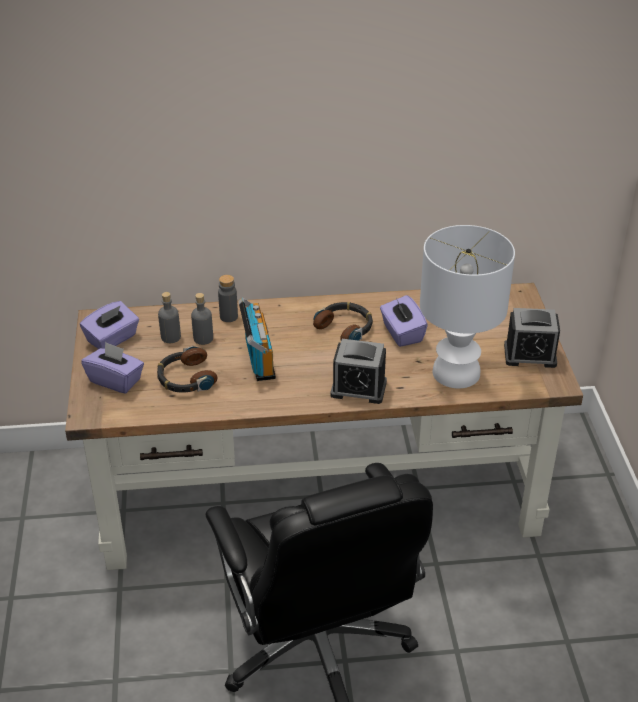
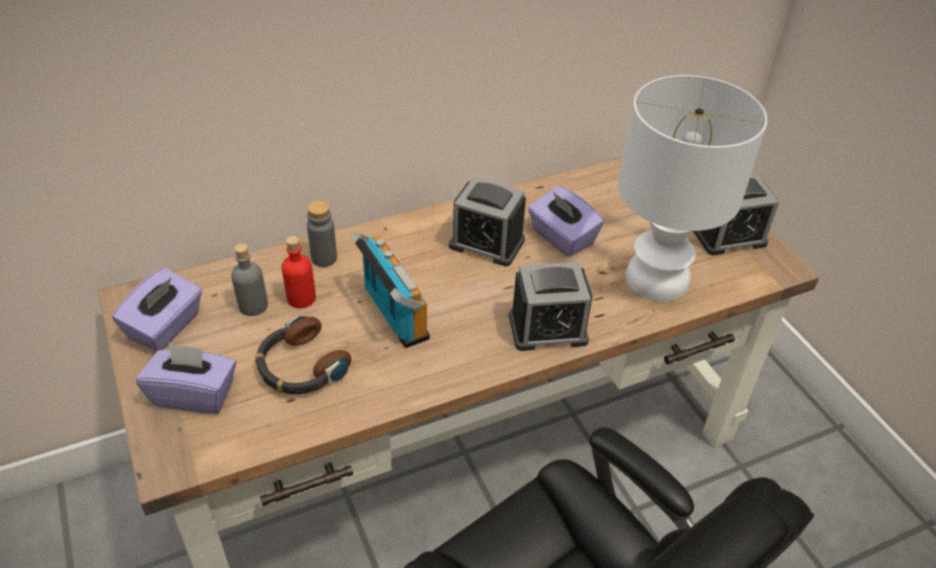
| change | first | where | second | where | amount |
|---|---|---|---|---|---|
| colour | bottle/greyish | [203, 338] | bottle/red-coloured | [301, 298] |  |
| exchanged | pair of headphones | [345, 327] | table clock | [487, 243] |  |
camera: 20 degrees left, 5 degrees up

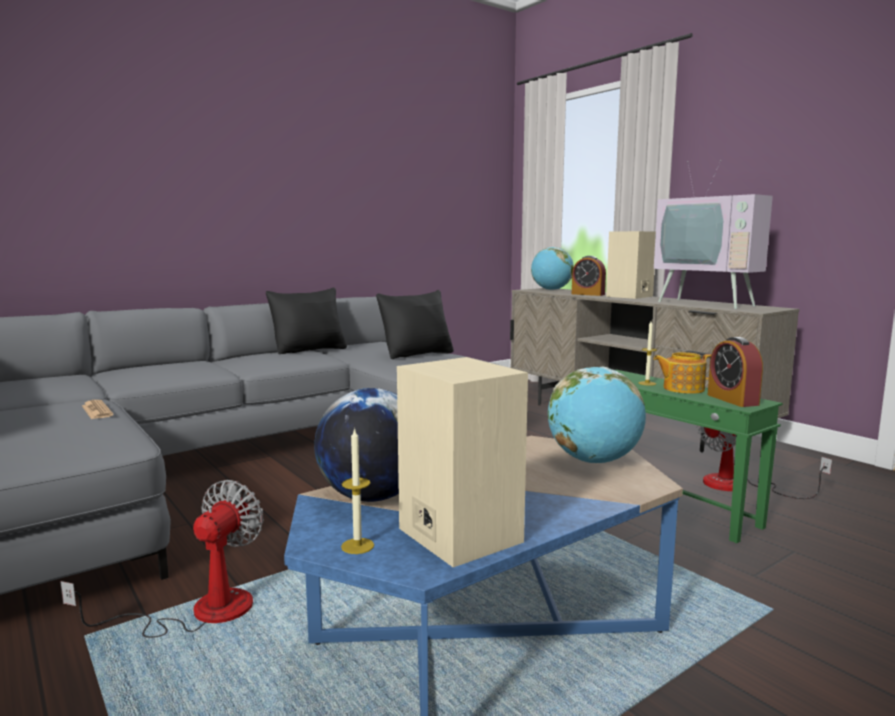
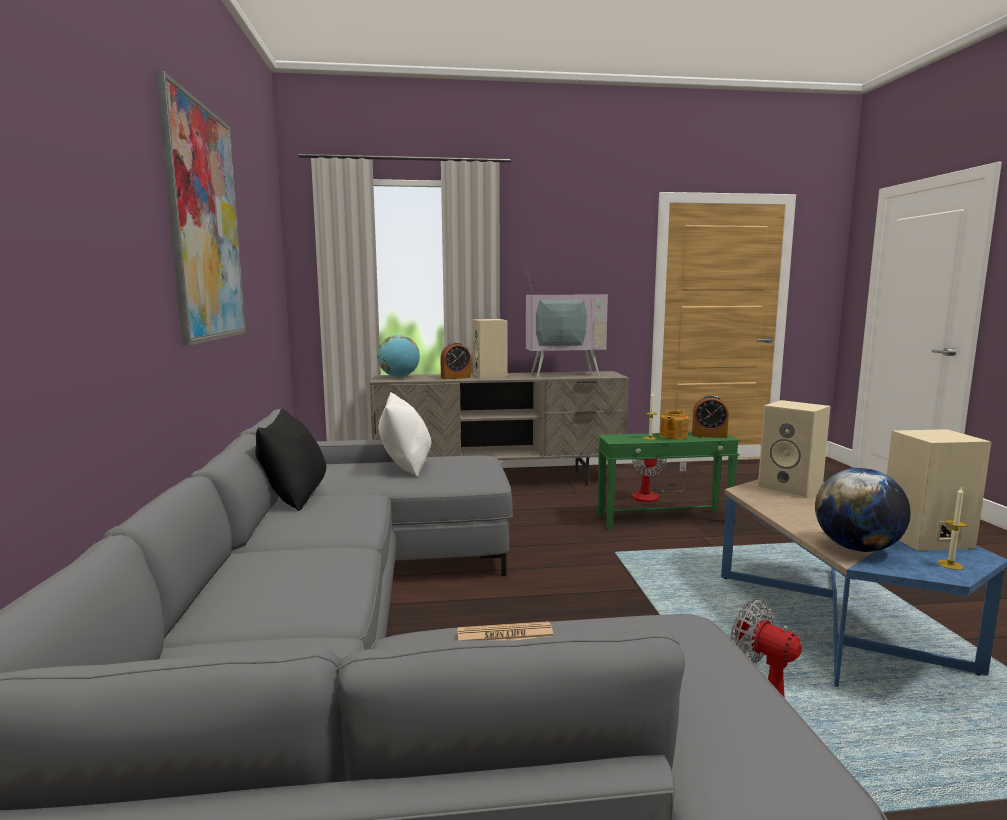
| change | first | where | second | where | amount |
|---|---|---|---|---|---|
| appeared |  |  | picture | [205, 224] |  |
| colour | throw pillow/blackish | [417, 354] | throw pillow/white | [406, 466] |  |
| exchanged | world globe | [594, 461] | speaker/beige-coloured | [792, 488] |  |
camera: 60 degrees left, 0 degrees up

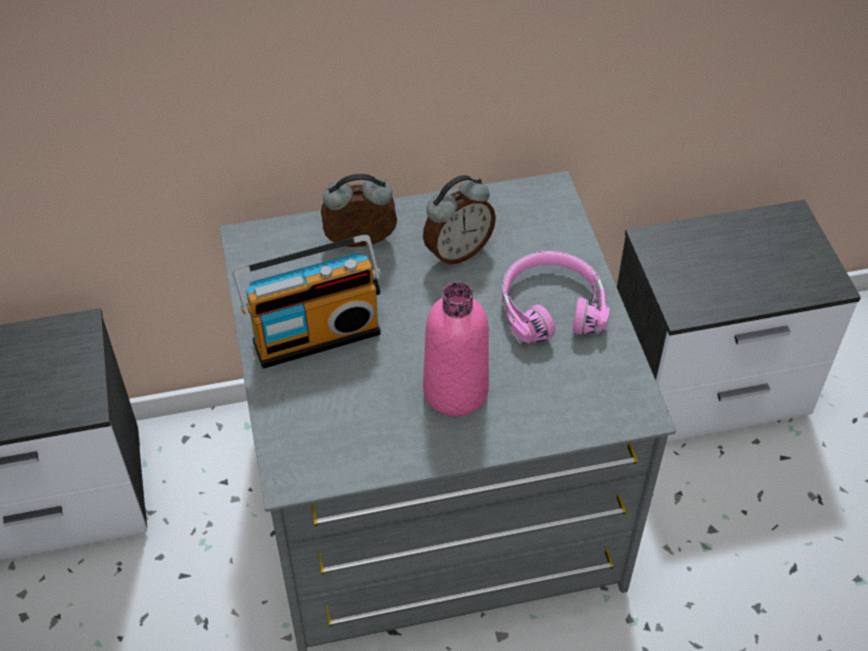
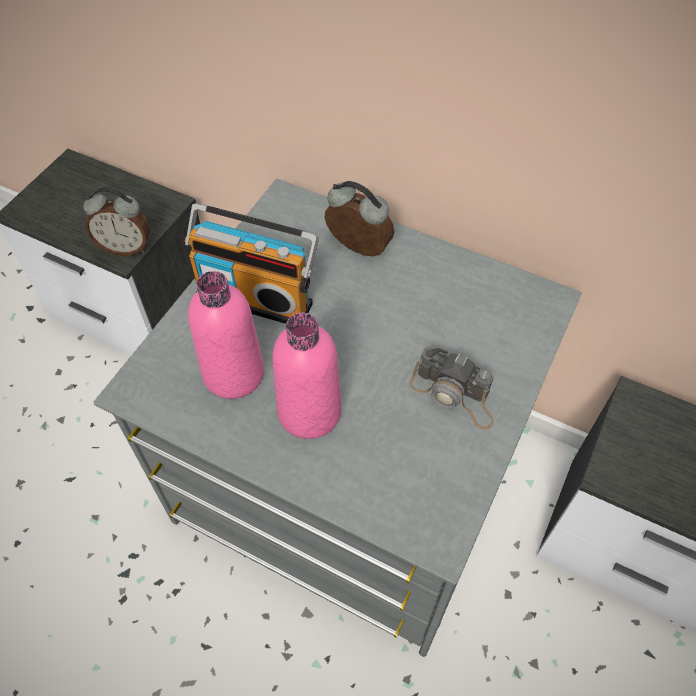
| change | first | where | second | where | amount |
|---|---|---|---|---|---|
| relocated | table clock | [457, 251] |  | [126, 247] |  |
| appeared |  |  | bottle/pinkish | [233, 373] |  |
| exchanged | pair of headphones/pinkish | [550, 306] | photo camera | [454, 395] |  |
camera: 40 degrees right, 5 degrees up

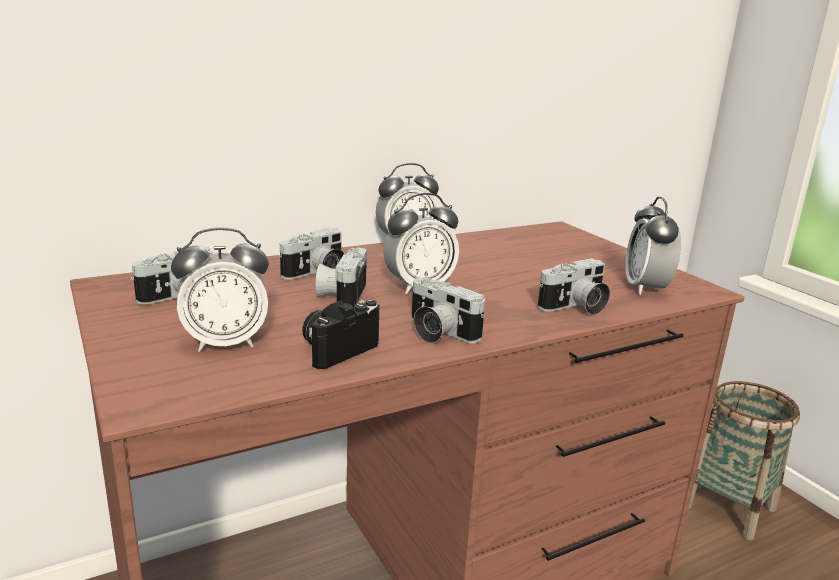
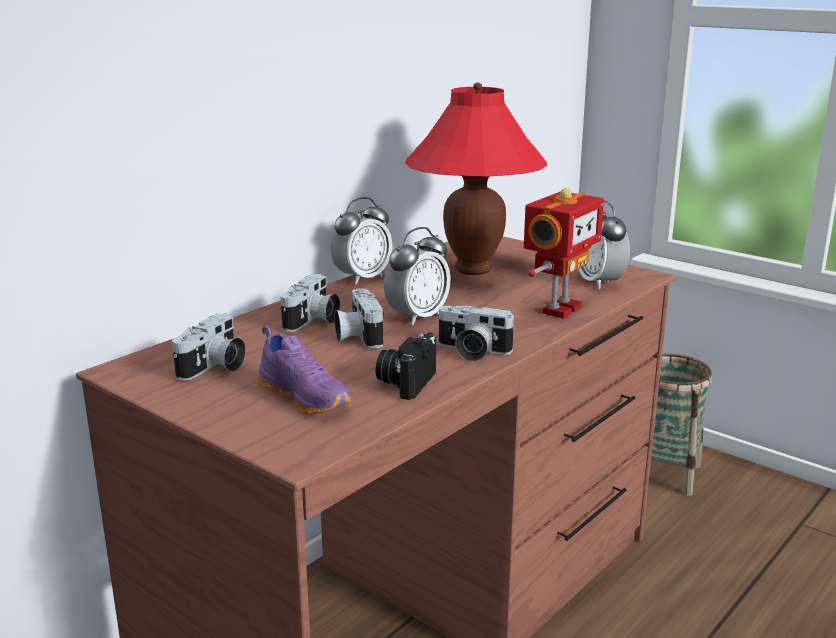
| change | first | where | second | where | amount |
|---|---|---|---|---|---|
| exchanged | table clock | [225, 343] | shoe/purple | [306, 396] |  |
| appeared |  |  | tabletop lamp/red-coloured | [472, 269] |  |
| exchanged | photo camera | [575, 307] | model robot | [559, 309] |  |
camera: 20 degrees left, 0 degrees up

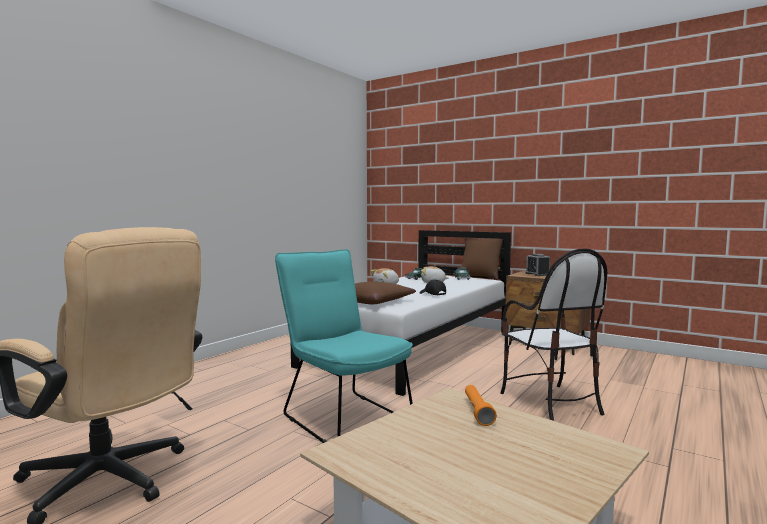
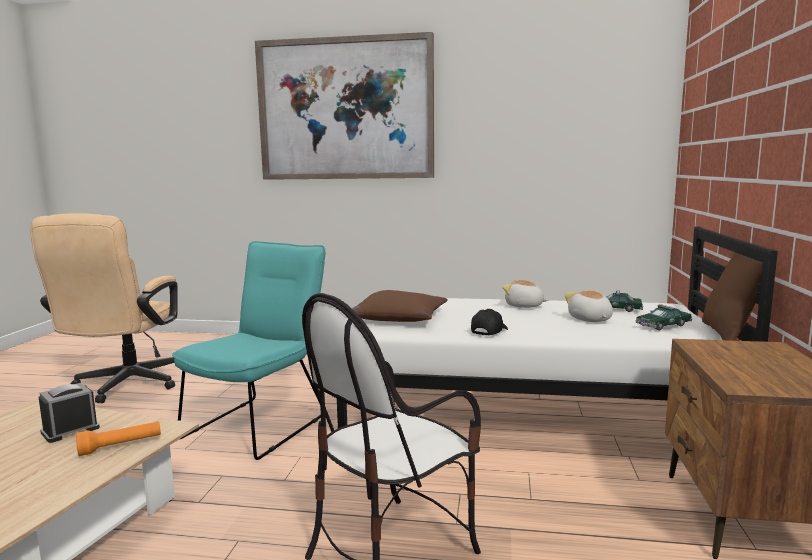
| change | first | where | second | where | amount |
|---|---|---|---|---|---|
| relocated | table clock | [537, 274] |  | [70, 430] |  |
| appeared |  |  | picture | [346, 110] |  |
camera: 65 degrees right, 5 degrees up

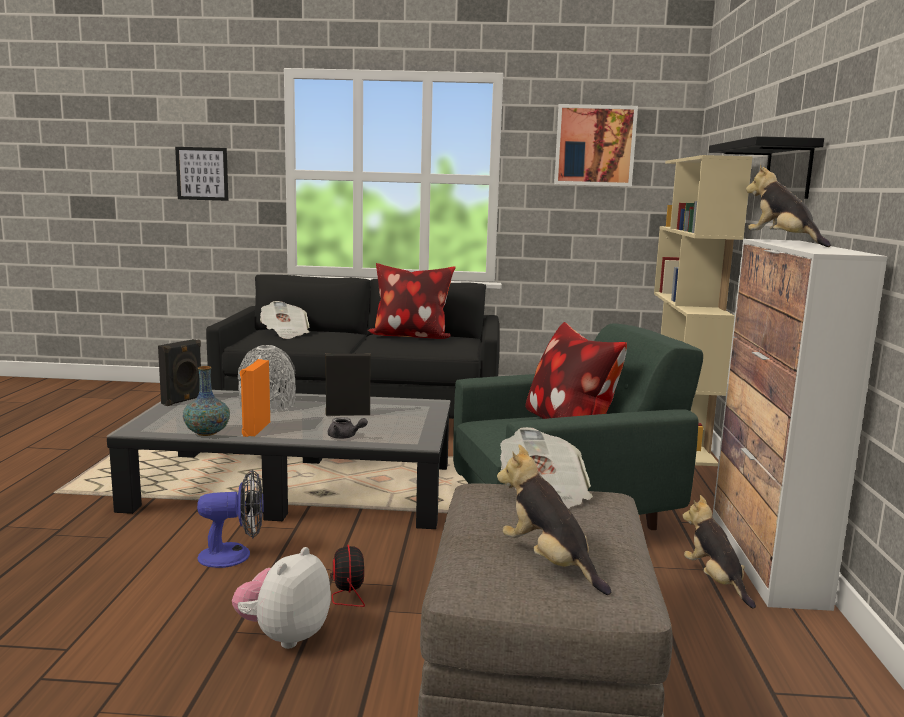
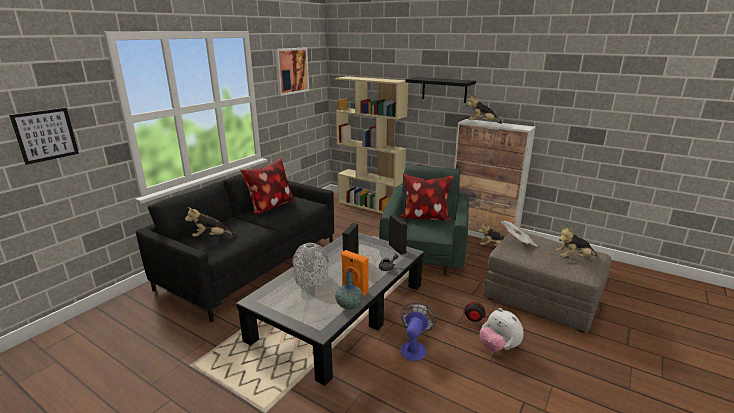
| change | first | where | second | where | amount |
|---|---|---|---|---|---|
| exchanged | daily paper | [285, 333] | soft toy | [212, 237] |  |
| relocated | speaker/blackish | [183, 401] |  | [398, 249] |  |
camera: 60 degrees left, 10 degrees up

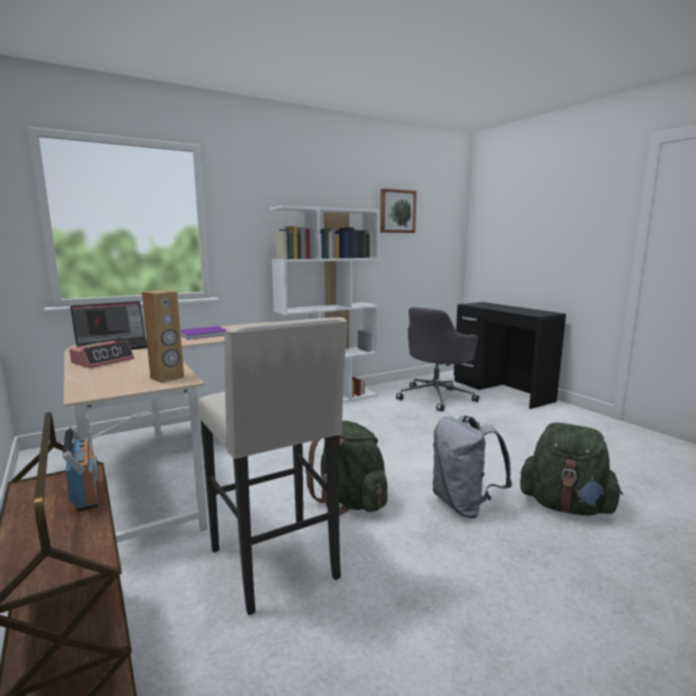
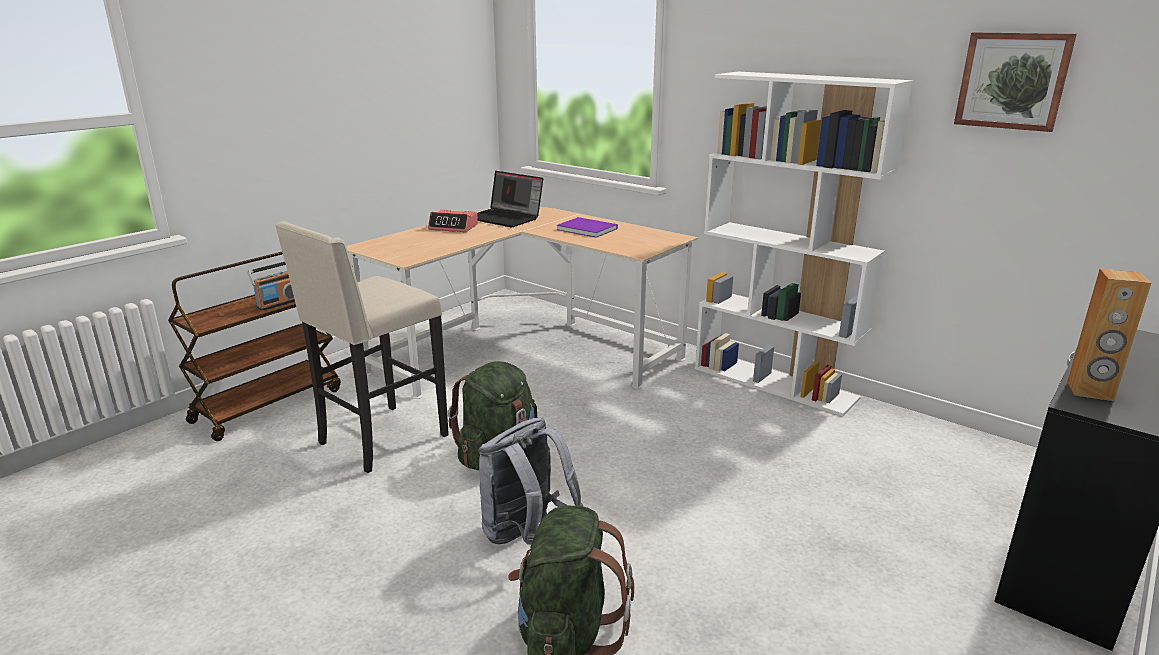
| change | first | where | second | where | amount |
|---|---|---|---|---|---|
| relocated | speaker/brownish | [167, 378] |  | [1090, 391] |  |
| missing | desk chair/greyish | [436, 397] |  |  |  |
camera: 70 degrees right, 10 degrees up

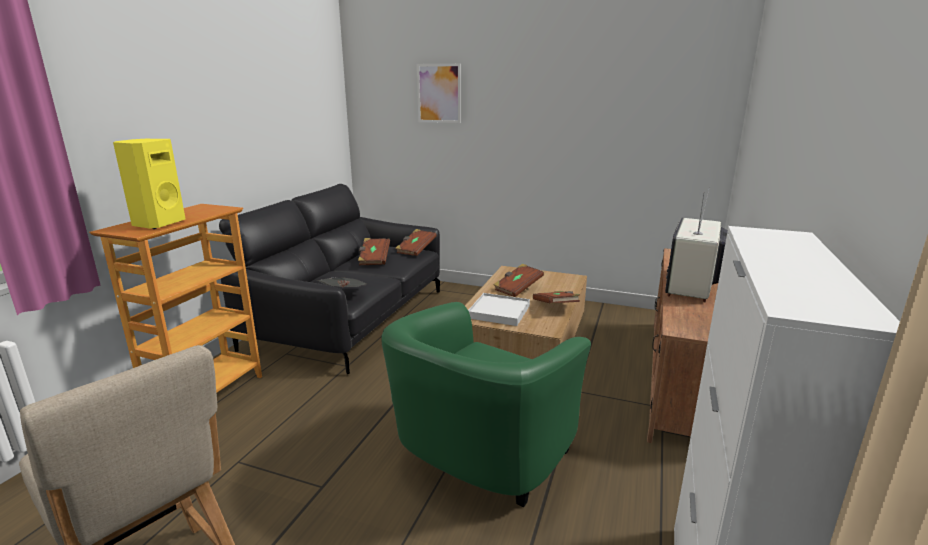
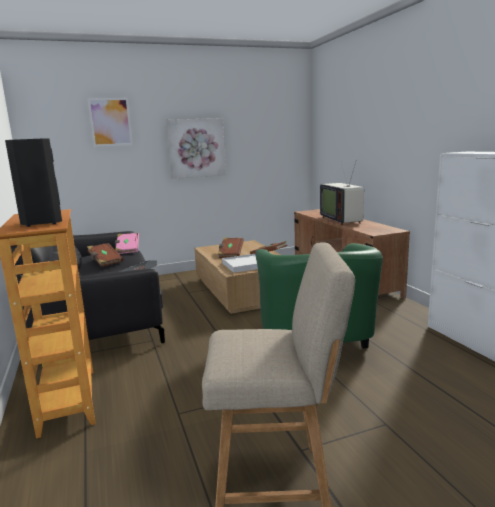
| change | first | where | second | where | amount |
|---|---|---|---|---|---|
| colour | speaker/yellow | [158, 224] | speaker/blackish | [41, 223] |  |
| colour | bound book/brownish | [415, 250] | bound book/pinkish | [127, 250] |  |
| appeared |  |  | picture | [196, 148] |  |
camera: 40 degrees left, 5 degrees down

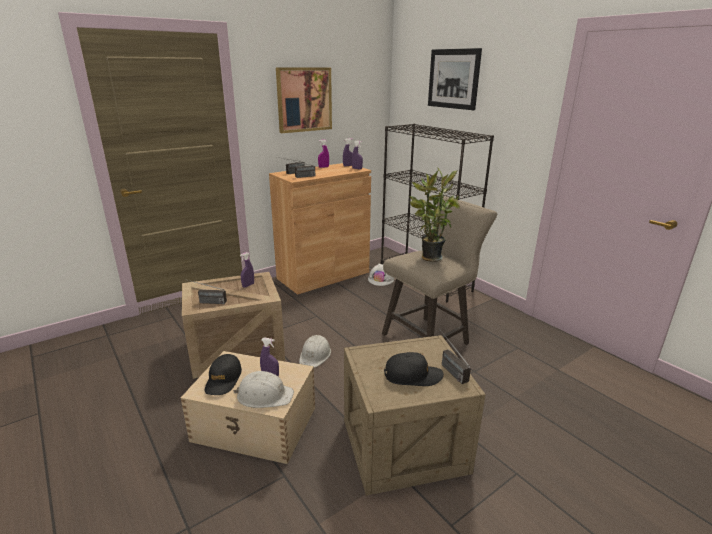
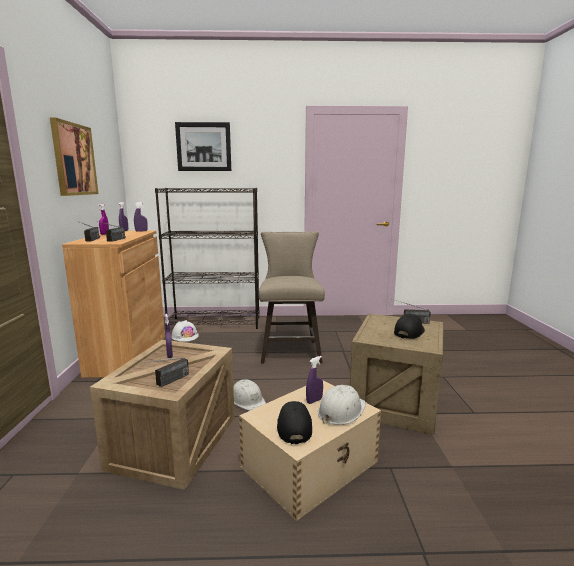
| change | first | where | second | where | amount |
|---|---|---|---|---|---|
| spun | baseball cap/blackish | [223, 380] |  | [294, 426] | 135 degrees counterclockwise |
| missing | plant in a pot | [429, 257] |  |  |  |
camera: 55 degrees left, 10 degrees down

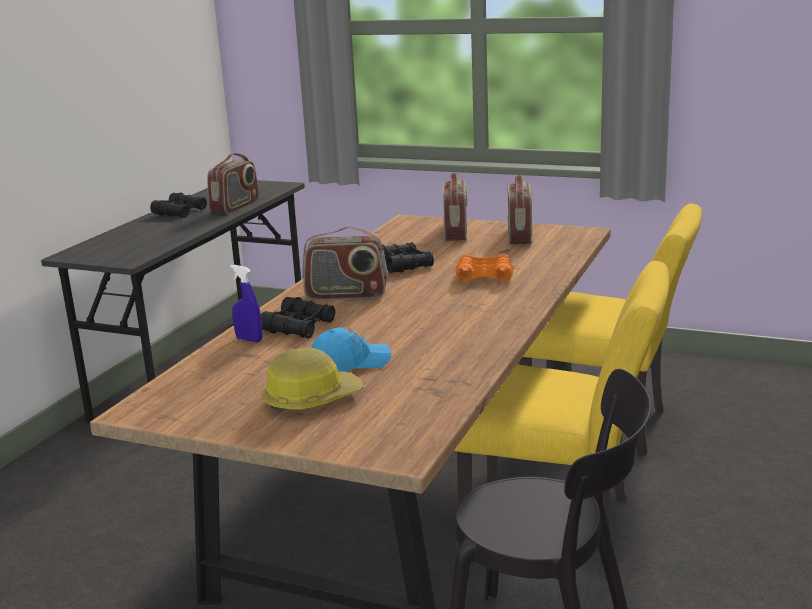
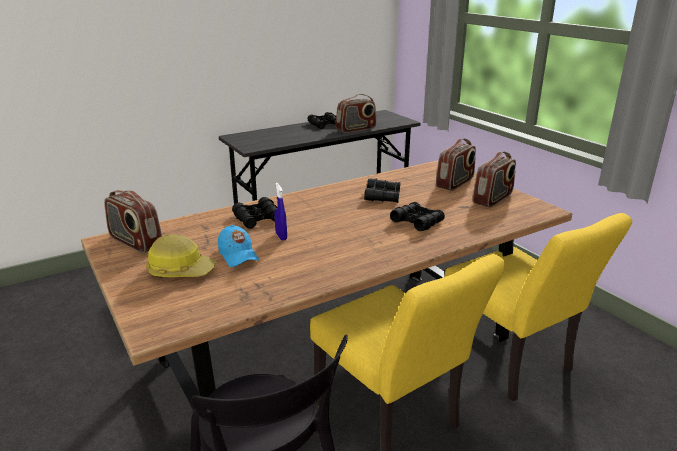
| change | first | where | second | where | amount |
|---|---|---|---|---|---|
| relocated | radio receiver | [346, 295] |  | [135, 242] |  |
| spun | baseball cap/blue | [351, 364] |  | [238, 255] | 45 degrees clockwise |
| relocated | hand sprayer/blue | [249, 340] |  | [281, 236] |  |
| colour | field glasses/orange | [484, 276] | field glasses/blackish | [417, 222] |  |
camera: 35 degrees right, 5 degrees up

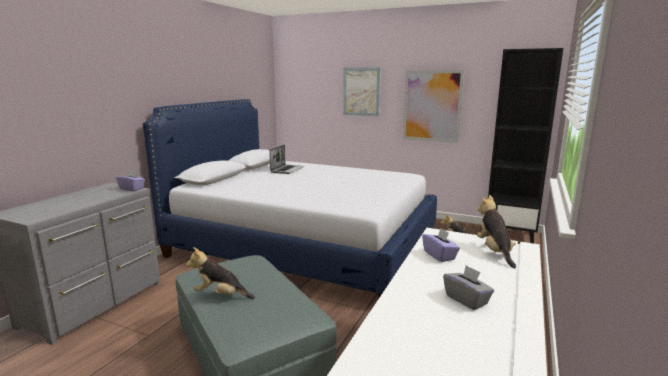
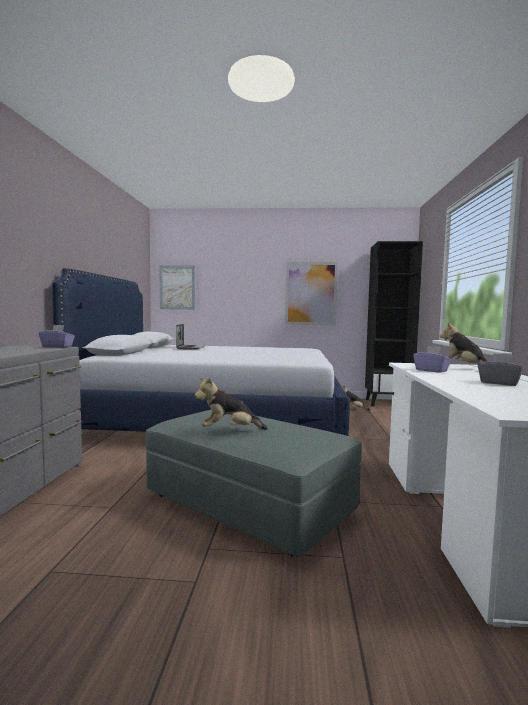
| change | first | where | second | where | amount |
|---|---|---|---|---|---|
| relocated | picture | [361, 91] |  | [177, 287] |  |
camera: 20 degrees left, 10 degrees down

